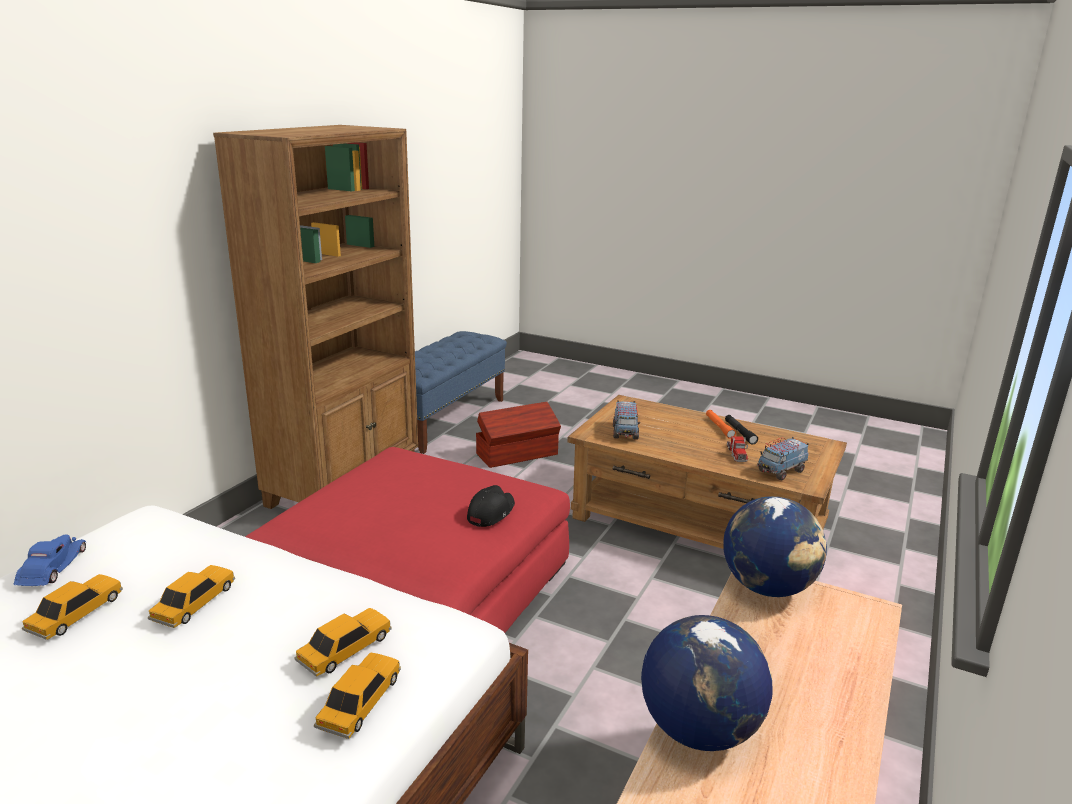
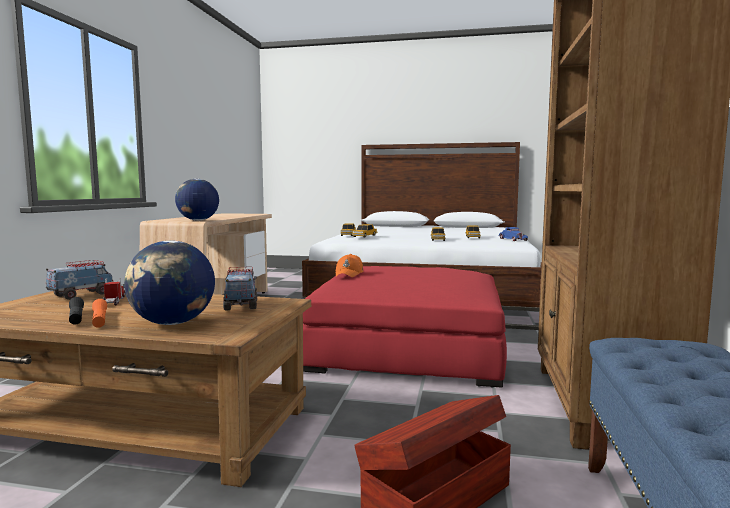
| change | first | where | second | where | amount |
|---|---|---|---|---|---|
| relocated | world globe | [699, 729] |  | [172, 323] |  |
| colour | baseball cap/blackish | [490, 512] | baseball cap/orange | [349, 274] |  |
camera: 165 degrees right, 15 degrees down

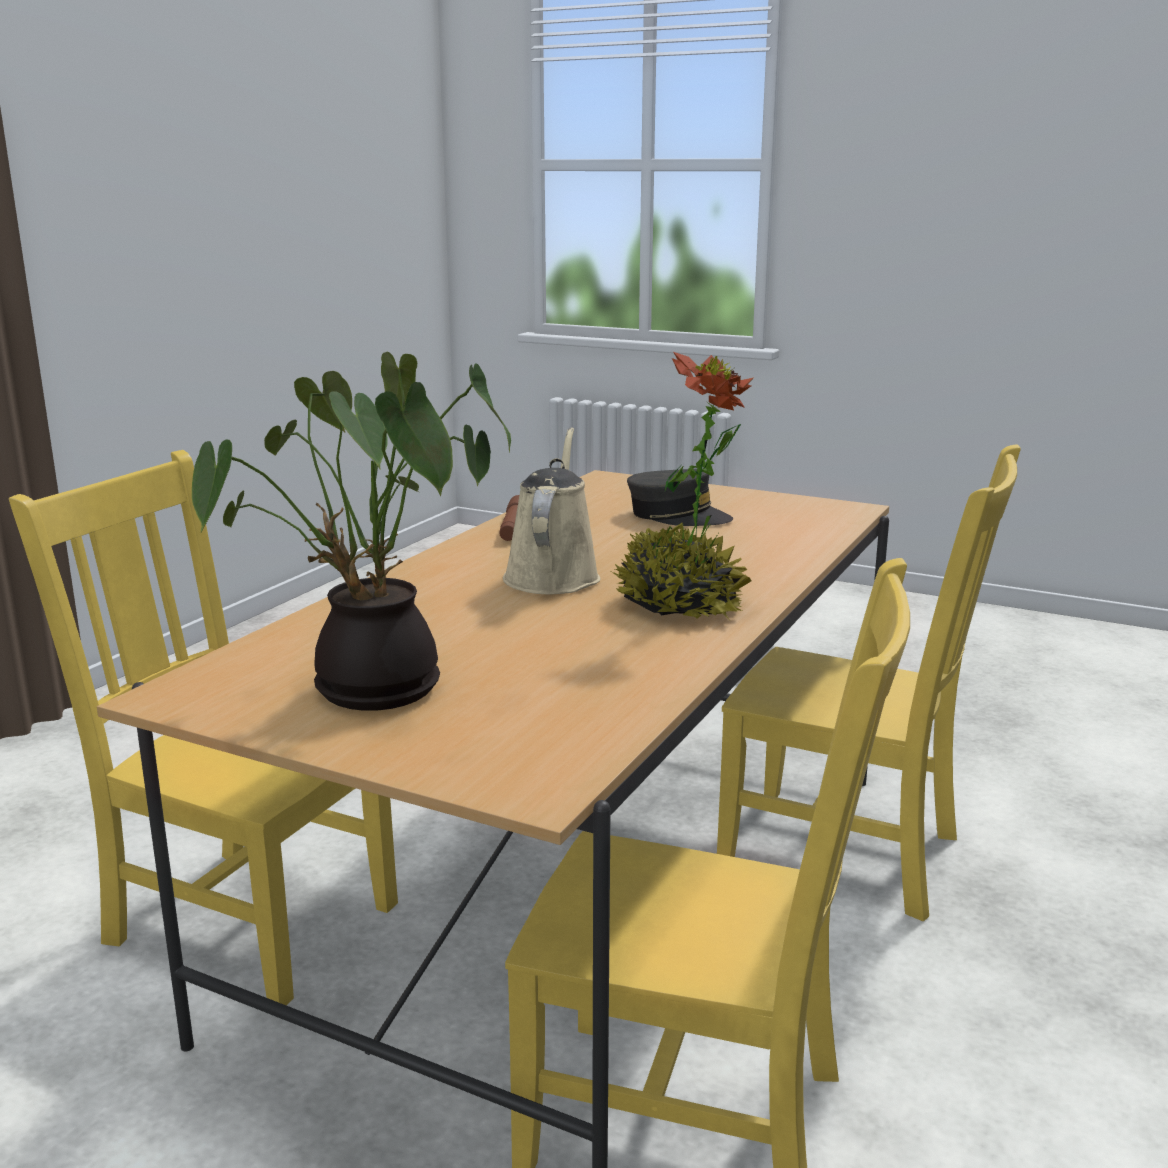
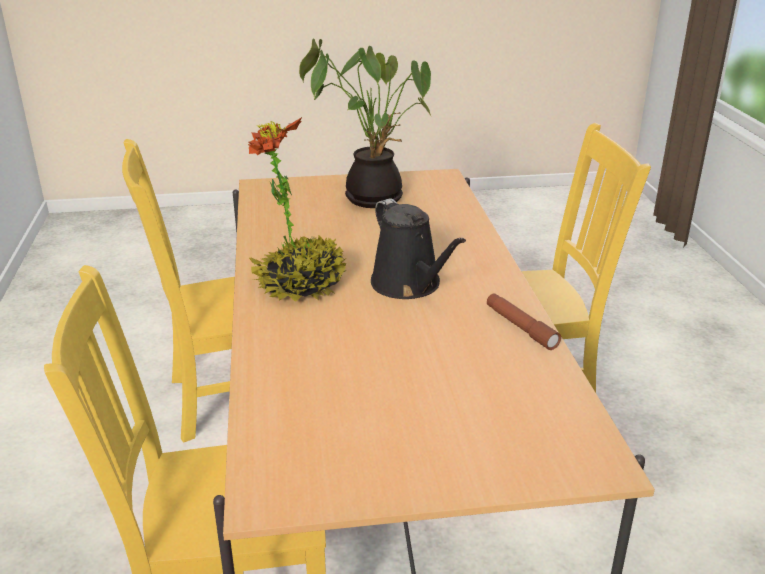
| change | first | where | second | where | amount |
|---|---|---|---|---|---|
| colour | watering pot/beige-coloured | [553, 575] | watering pot/blackish | [409, 285] |  |
| missing | baseball cap/greyish | [677, 516] |  |  |  |
camera: 145 degrees right, 10 degrees up

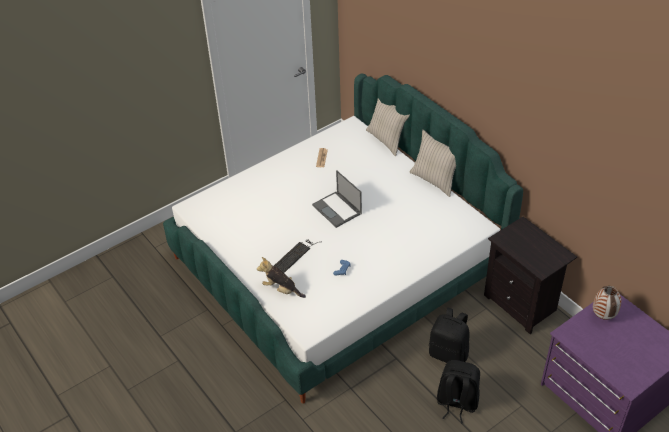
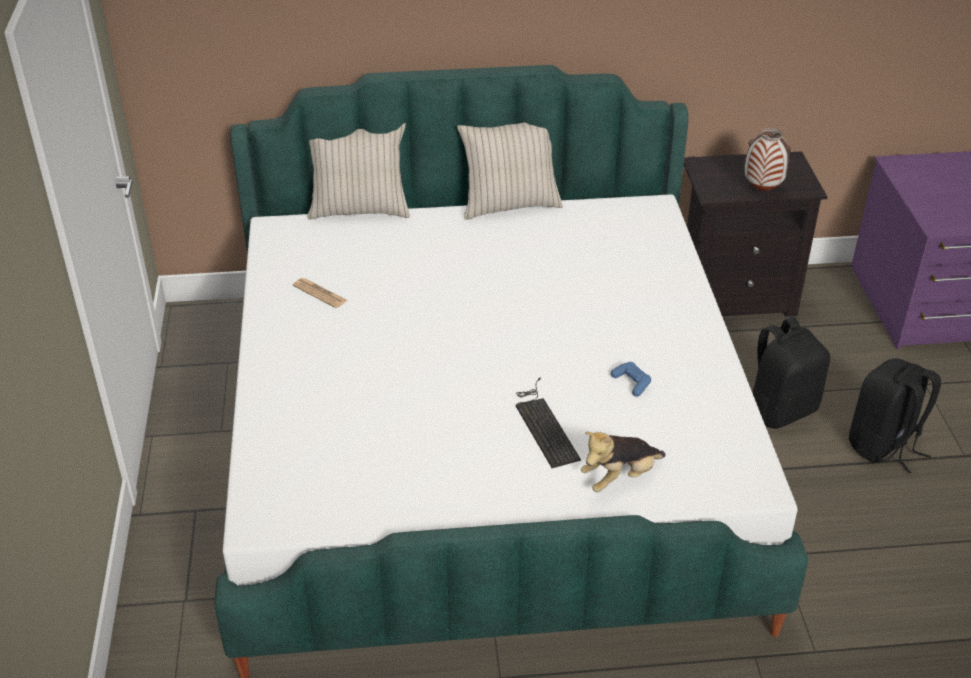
| change | first | where | second | where | amount |
|---|---|---|---|---|---|
| relocated | decorative vase | [603, 316] |  | [763, 190] |  |
| missing | portable computer | [337, 209] |  |  |  |
camera: 60 degrees left, 5 degrees down

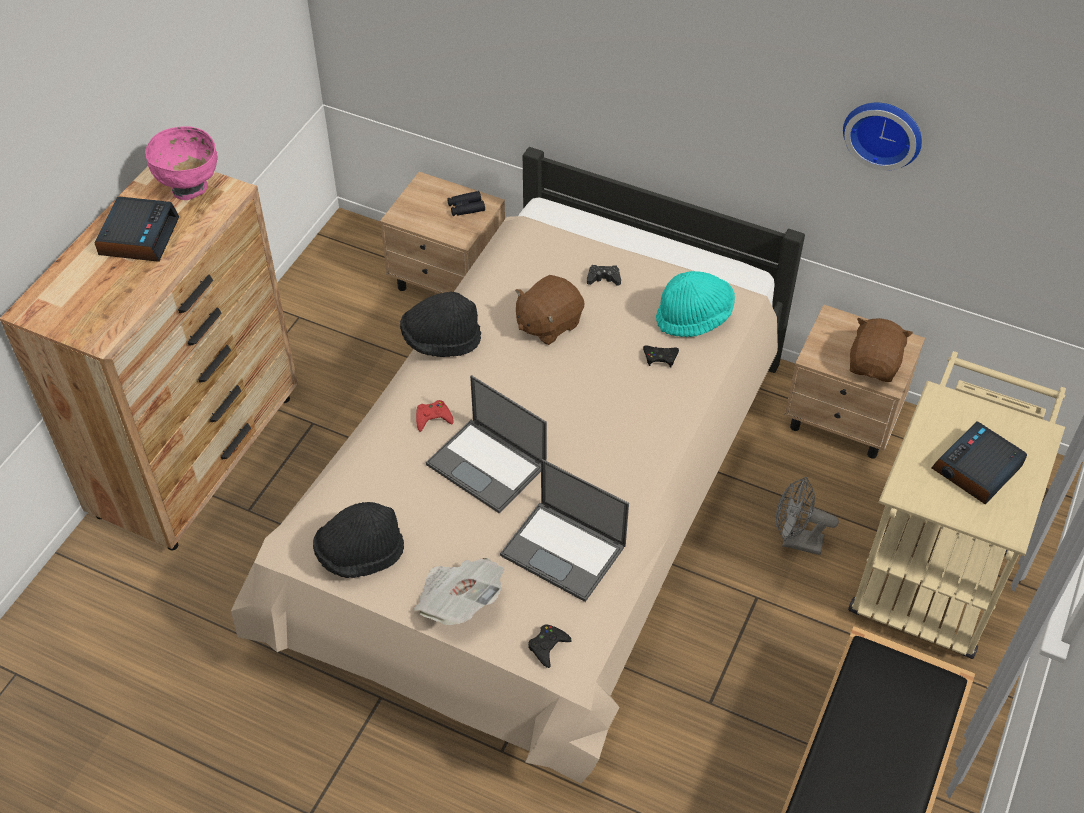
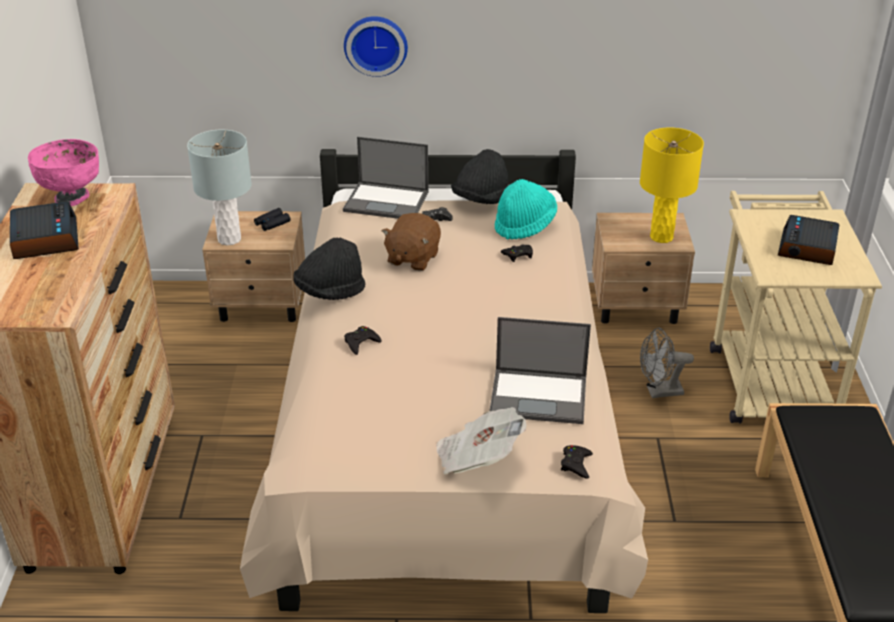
| change | first | where | second | where | amount |
|---|---|---|---|---|---|
| appeared |  |  | tabletop lamp/greyish | [229, 239] |  |
| relocated | portable computer | [488, 465] |  | [387, 201] |  |
| relocated | wall clock | [884, 132] |  | [376, 44] |  |
| colour | joypad/red-coloured | [433, 418] | joypad/blackish | [361, 343] |  |
| relocated | clothing hat/blackish | [360, 554] |  | [481, 200] |  |
| exchanged | soft toy/brownish | [874, 365] | tabletop lamp/yellow | [661, 237] |  |
camera: 25 degrees left, 15 degrees down

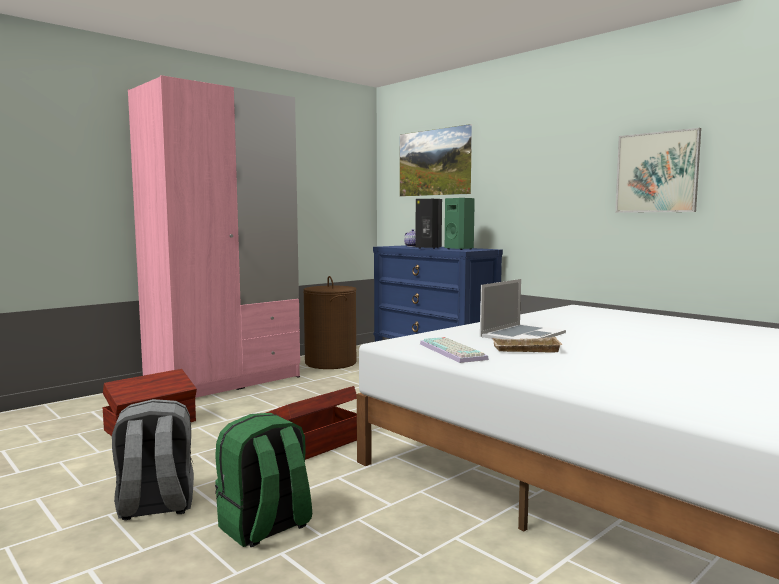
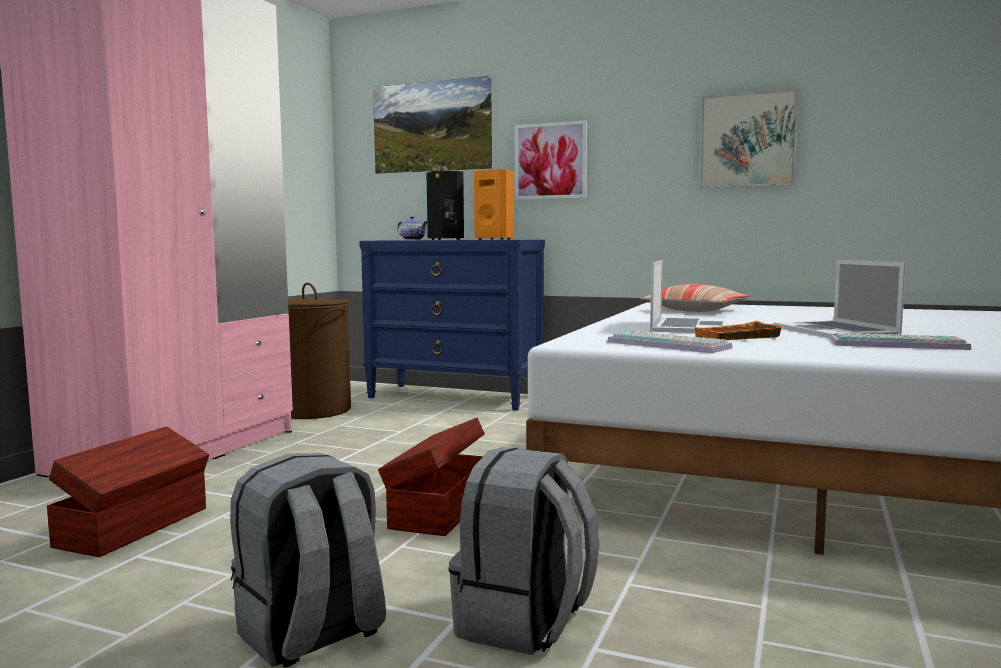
| change | first | where | second | where | amount |
|---|---|---|---|---|---|
| colour | knapsack/green-coloured | [265, 527] | knapsack/greyish | [524, 623] |  |
| colour | speaker/green-coloured | [460, 249] | speaker/orange | [495, 239] |  |
| appeared |  |  | picture | [550, 161] |  |
| appeared |  |  | throw pillow | [695, 310] |  |
| colour | serving tray/beige-coloured | [525, 350] | serving tray/orange | [739, 338] |  |
| appeared |  |  | portable computer | [835, 331] |  |
| appeared |  |  | keyboard | [898, 344] |  |
camera: 25 degrees left, 0 degrees up

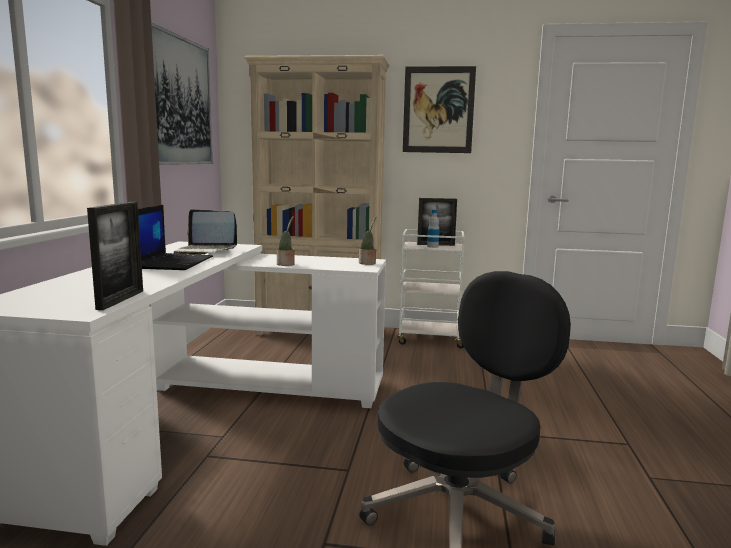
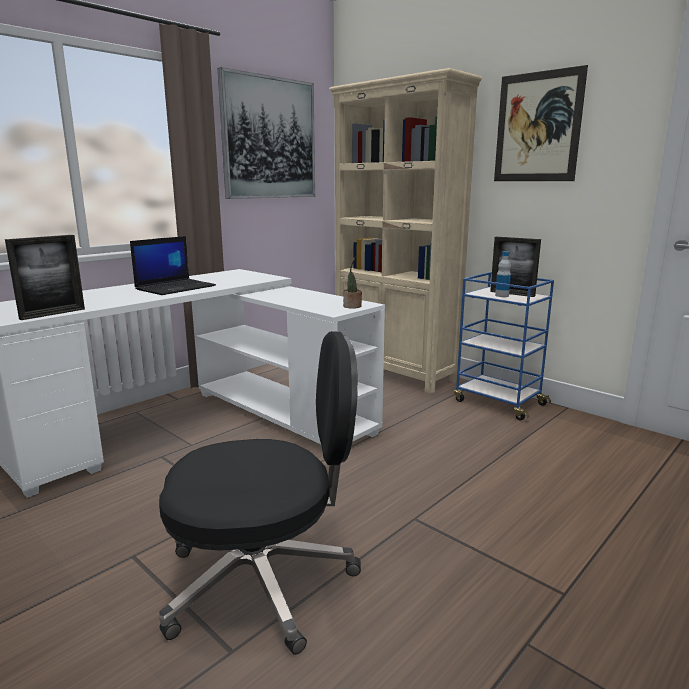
| change | first | where | second | where | amount |
|---|---|---|---|---|---|
| colour | cart/white | [429, 339] | cart/blue | [498, 402] |  |
| missing | portable computer | [205, 251] |  |  |  |
| missing | plant in a pot | [286, 264] |  |  |  |
camera: 35 degrees right, 5 degrees up

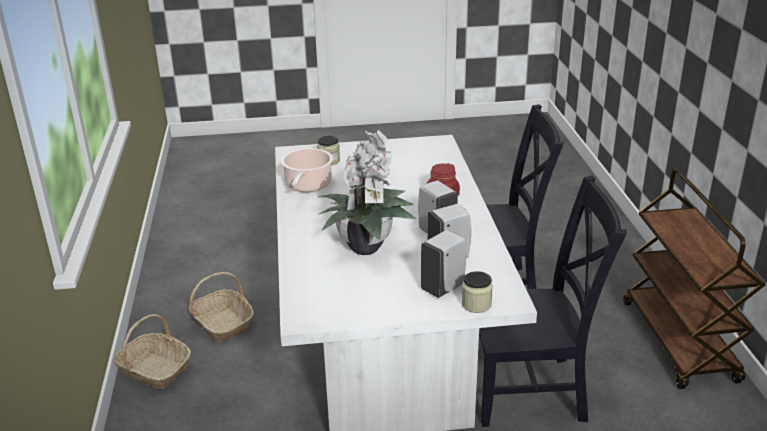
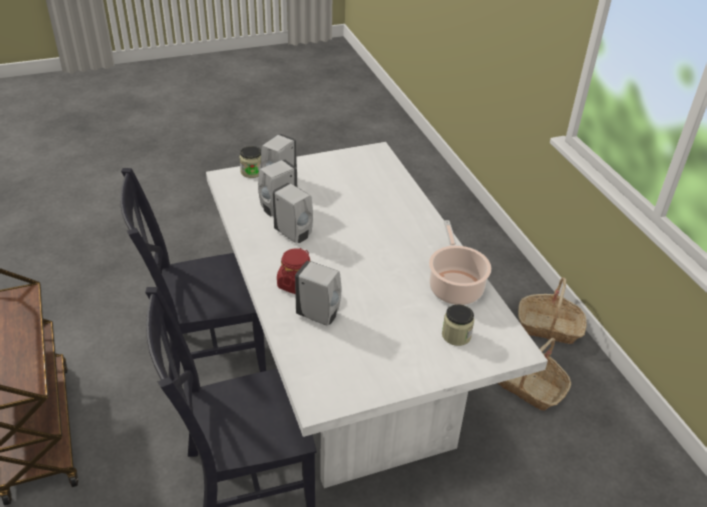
| change | first | where | second | where | amount |
|---|---|---|---|---|---|
| appeared |  |  | liquid soap bottle/white | [319, 315] |  |
| missing | plant in a pot | [367, 246] |  |  |  |
camera: 165 degrees right, 10 degrees up

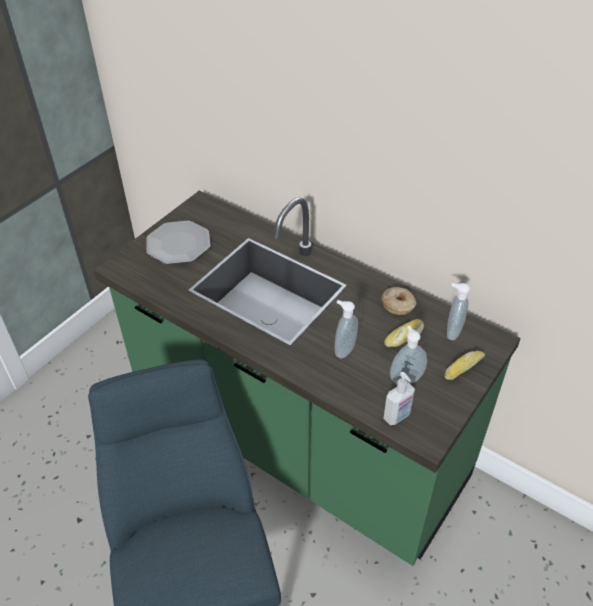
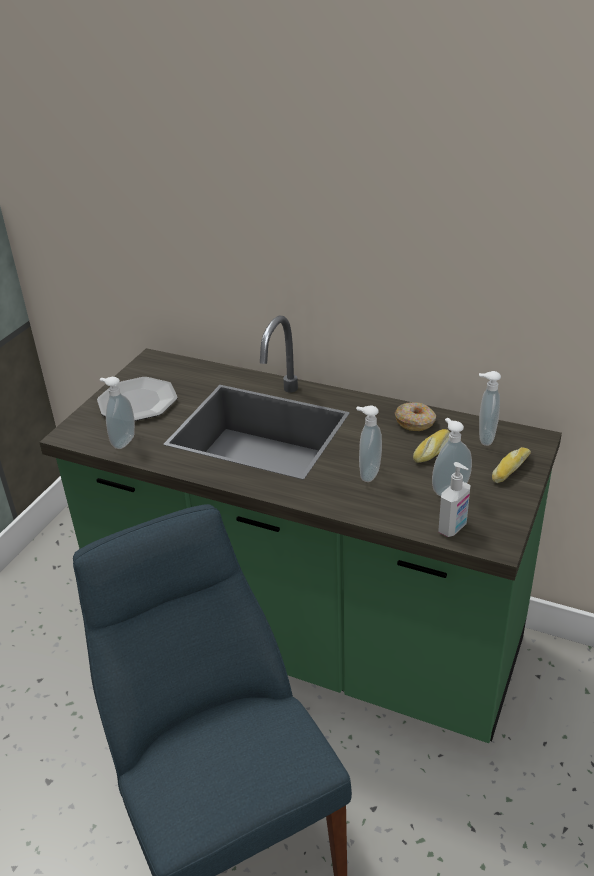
| change | first | where | second | where | amount |
|---|---|---|---|---|---|
| appeared |  |  | liquid soap bottle | [122, 441] |  |
camera: 10 degrees left, 10 degrees down

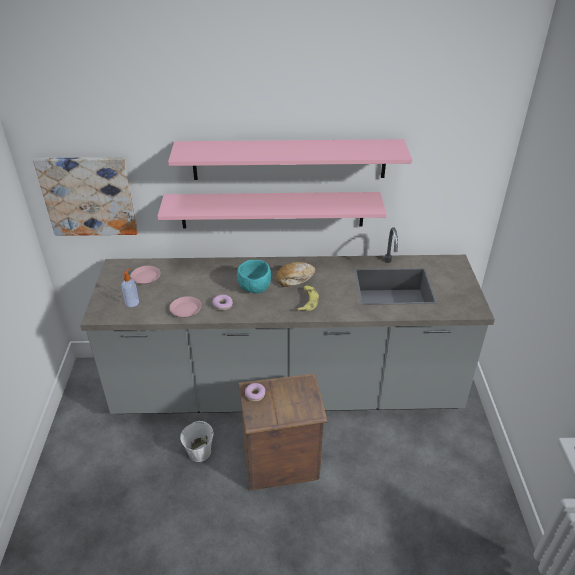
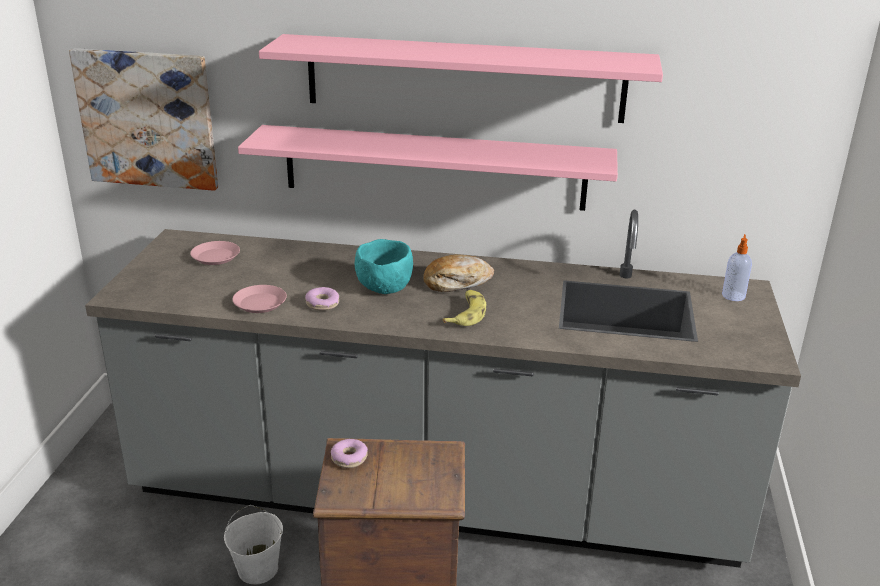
| change | first | where | second | where | amount |
|---|---|---|---|---|---|
| relocated | liquid soap bottle | [132, 302] |  | [733, 295] |  |
camera: 10 degrees right, 10 degrees down

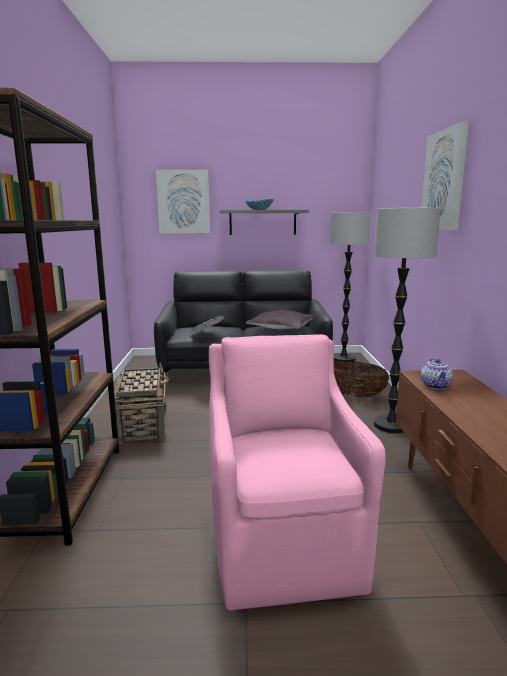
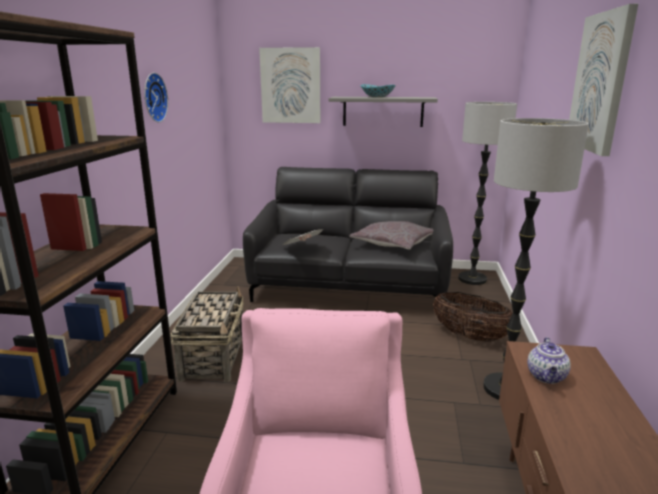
| change | first | where | second | where | amount |
|---|---|---|---|---|---|
| appeared |  |  | wall clock | [152, 97] |  |
camera: 10 degrees right, 5 degrees up

